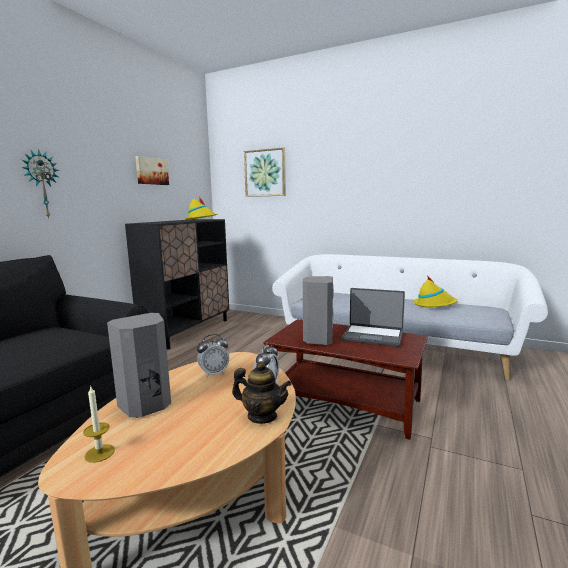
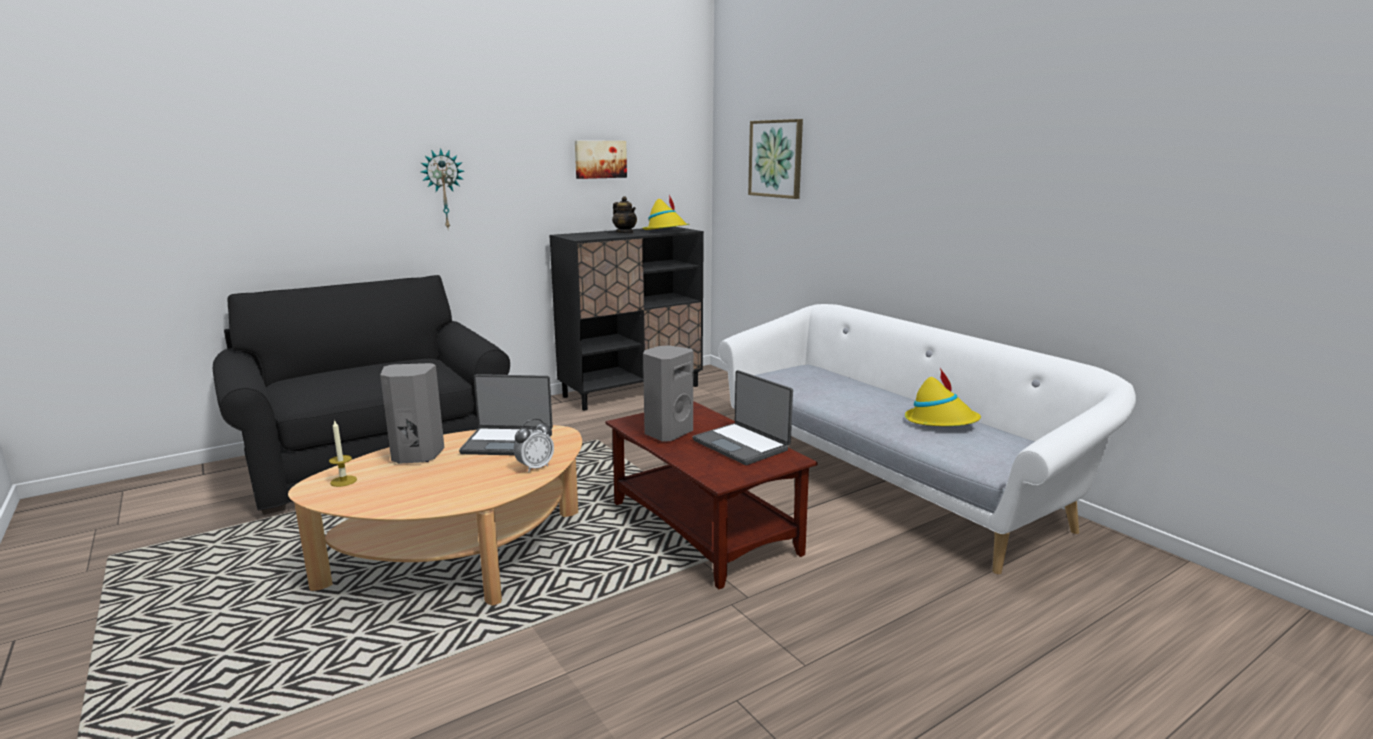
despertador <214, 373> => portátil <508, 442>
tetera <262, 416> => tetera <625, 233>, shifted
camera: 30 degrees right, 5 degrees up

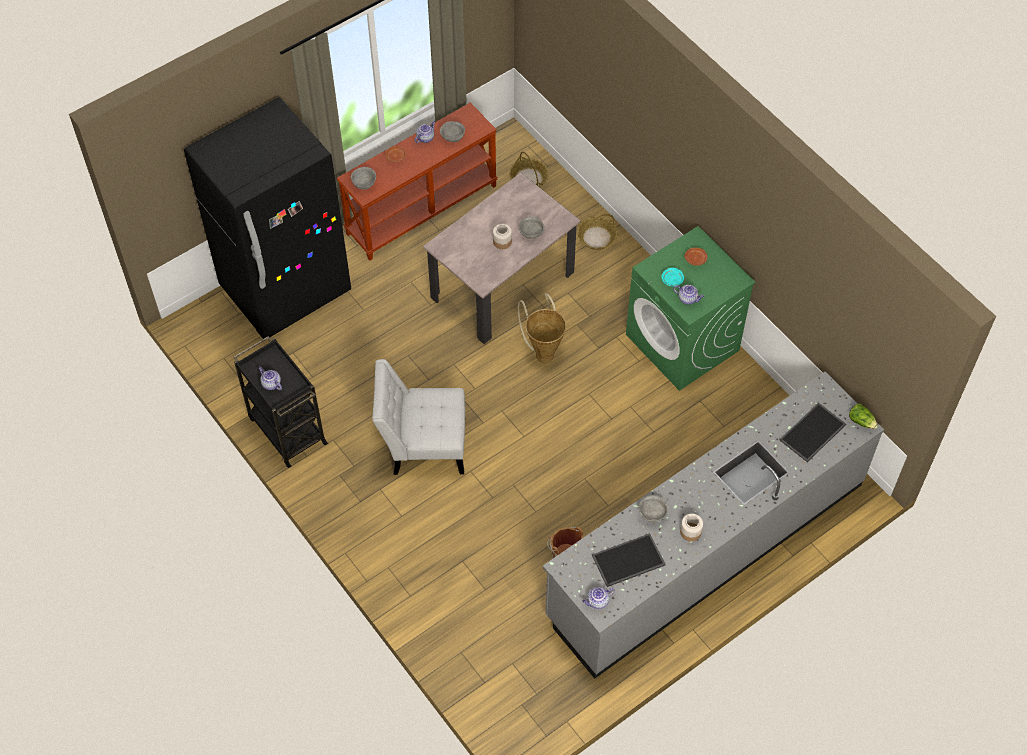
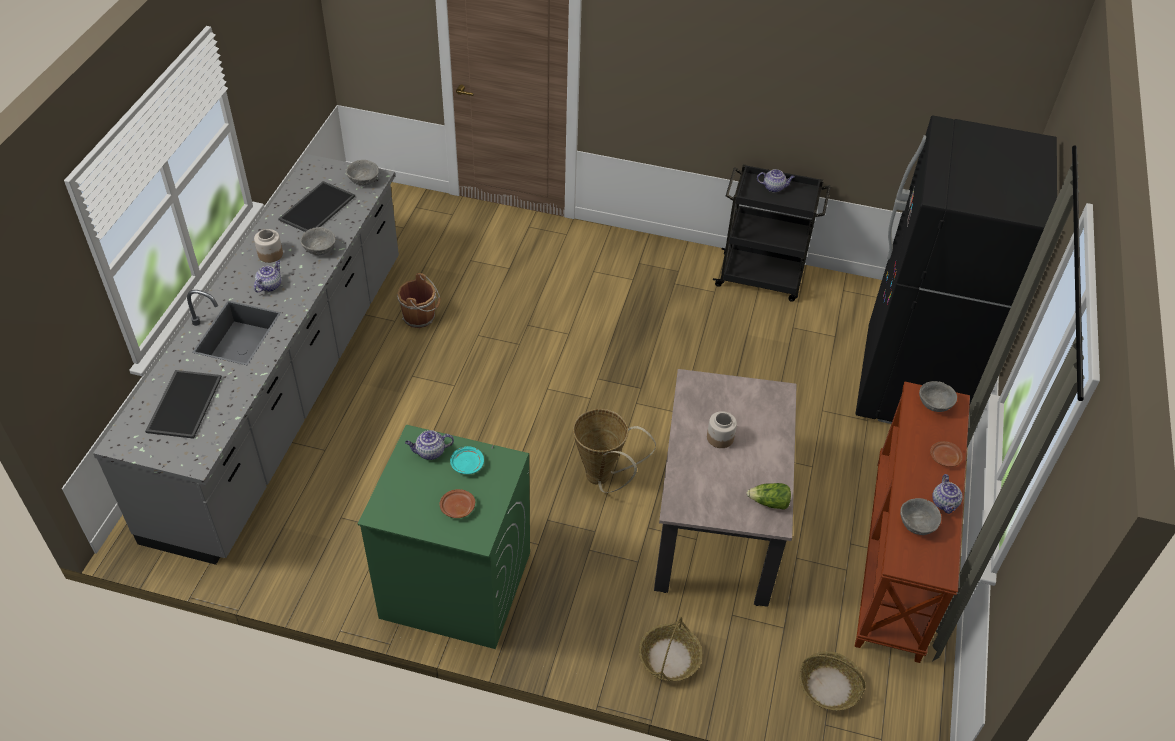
tetera <597, 601> => tetera <269, 285>, shifted
cuenco [gris] <531, 233> => cuenco [gris] <364, 181>, shifted
lechuga <861, 421> => lechuga <769, 503>, shifted
silla [blanco] <423, 444> => nothing
camera: 140 degrees right, 10 degrees down

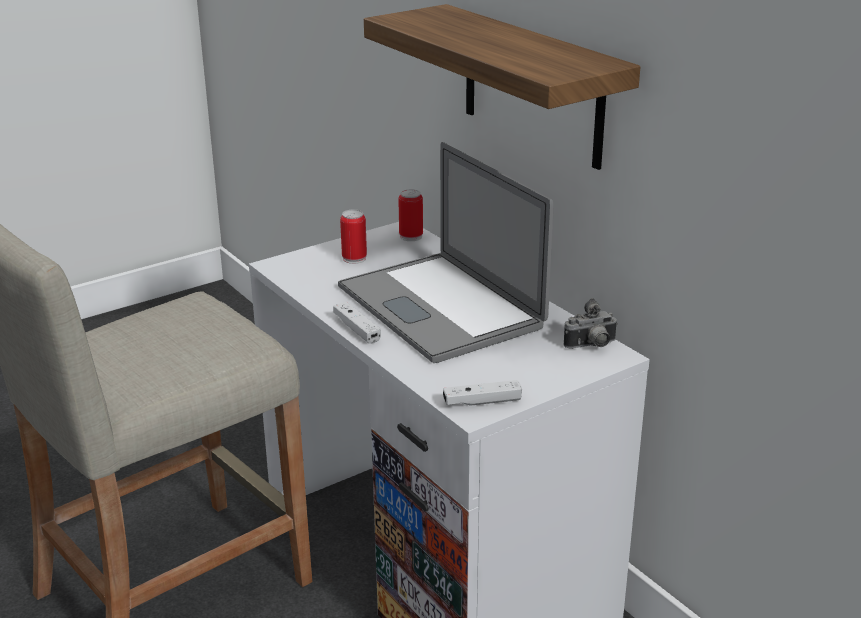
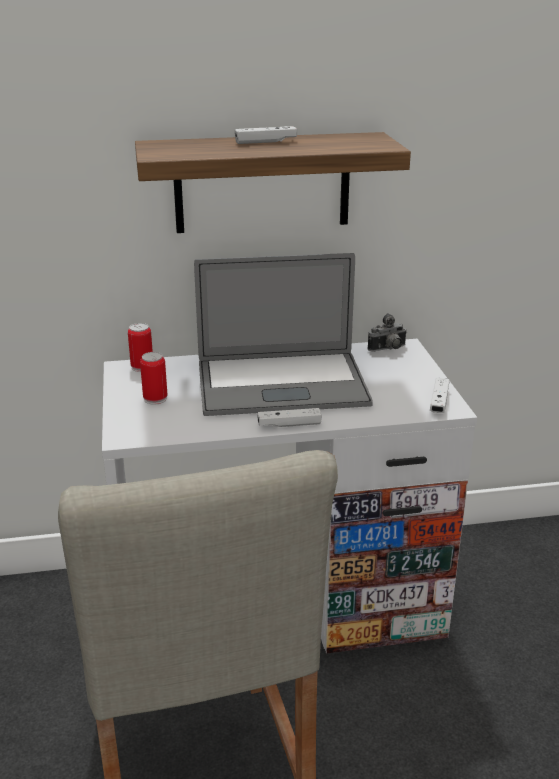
nothing => mando de consola [blanco] <266, 142>
cámara <591, 346> => cámara <388, 349>, 60 degrees clockwise
camera: 65 degrees left, 0 degrees up

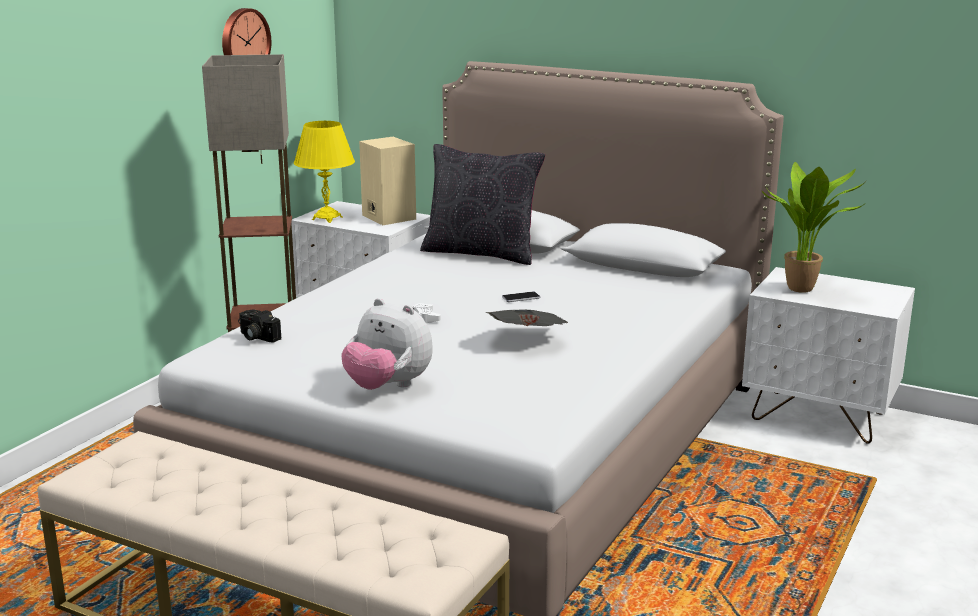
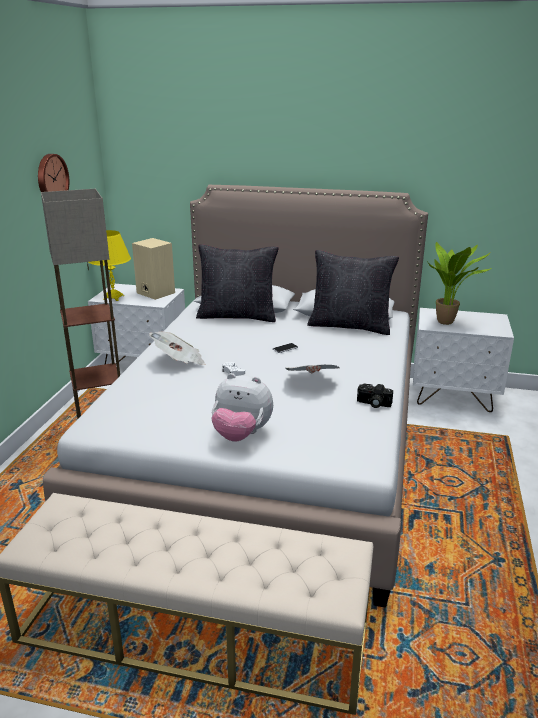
nothing => periódico <179, 361>
nothing => cojín [negro] <350, 326>
cámara <256, 337> => cámara <373, 404>, shifted
camera: 15 degrees left, 5 degrees up

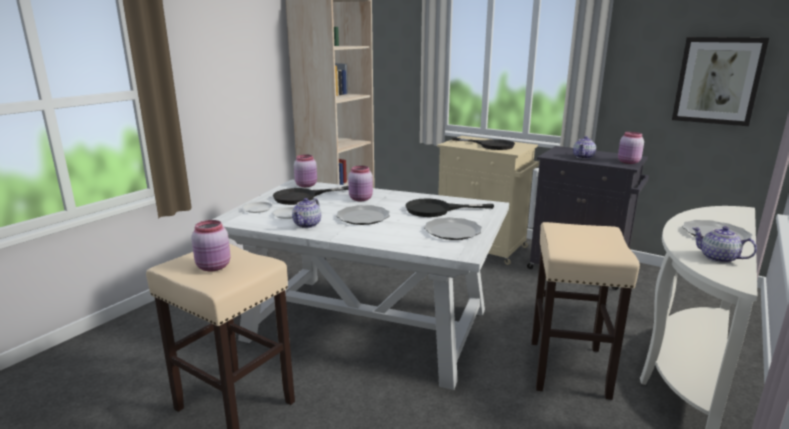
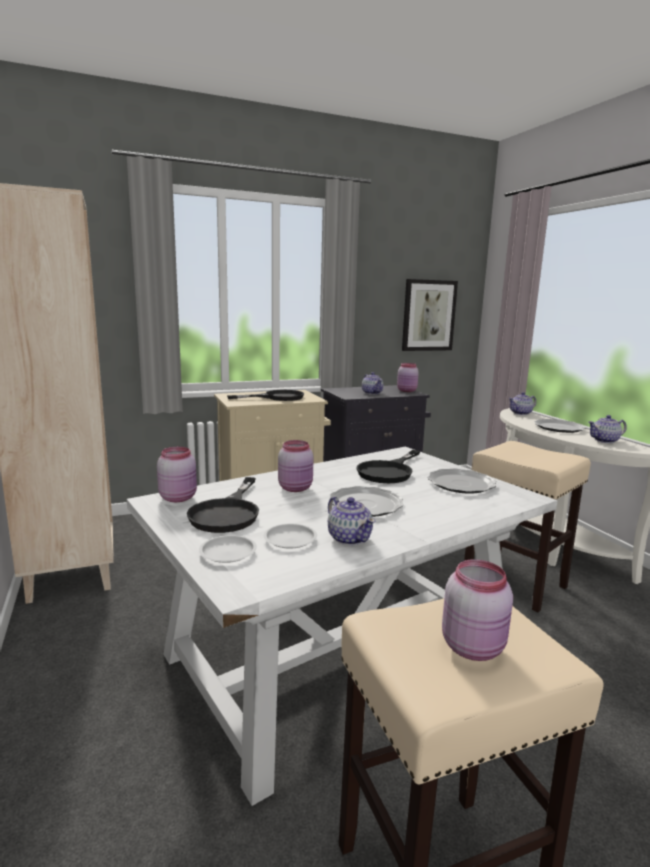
nothing => tetera <521, 413>
camera: 55 degrees left, 5 degrees down

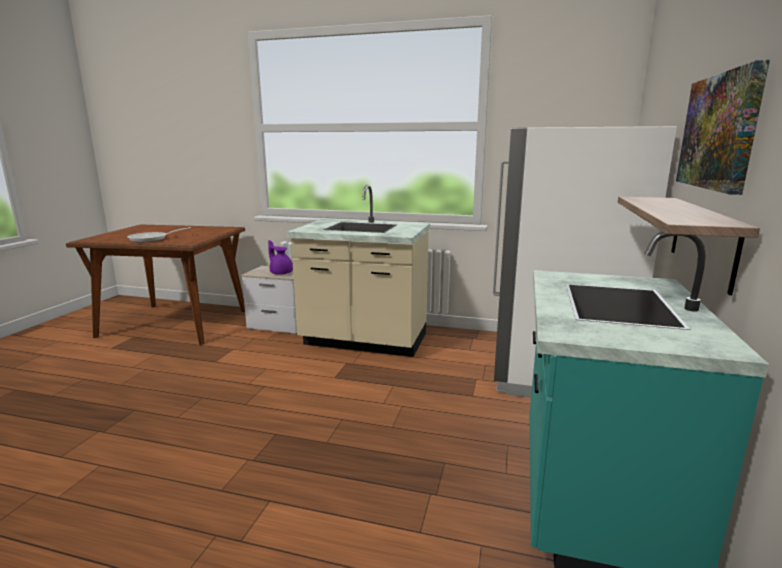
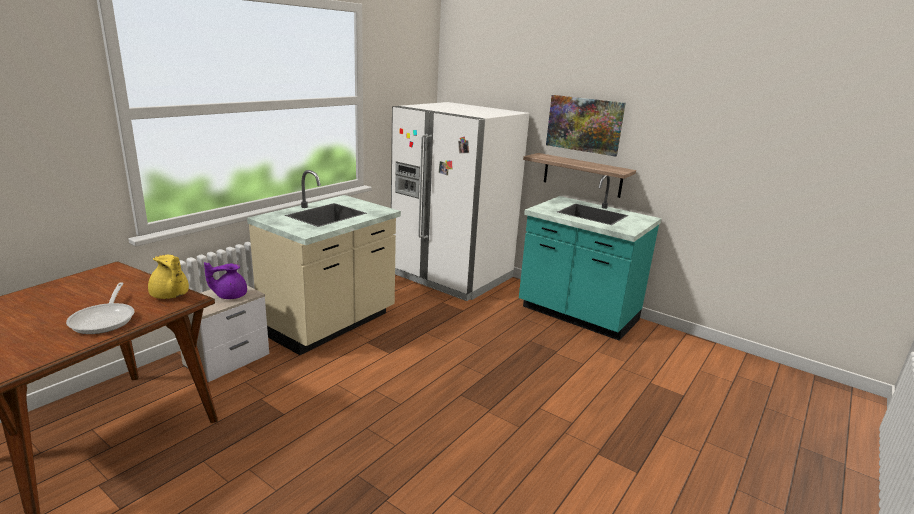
nothing => tetera [amarillo] <170, 296>
camera: 70 degrees left, 5 degrees up

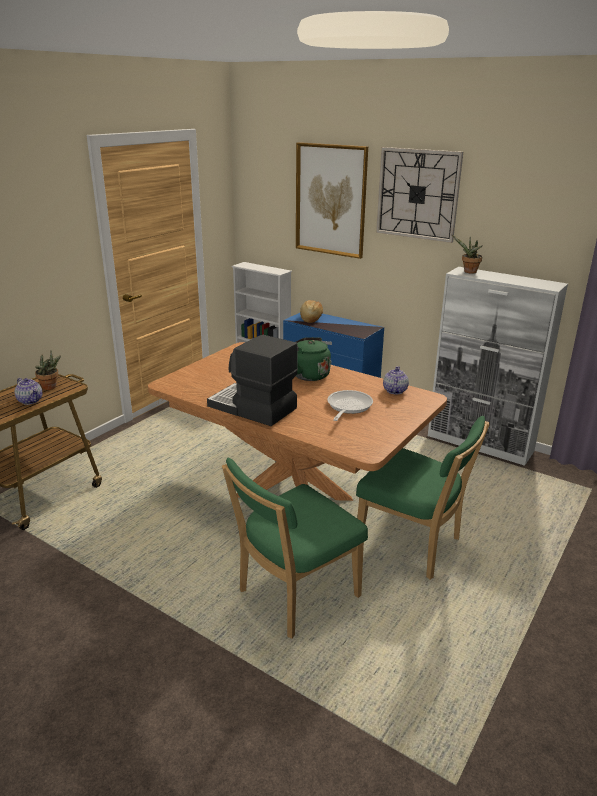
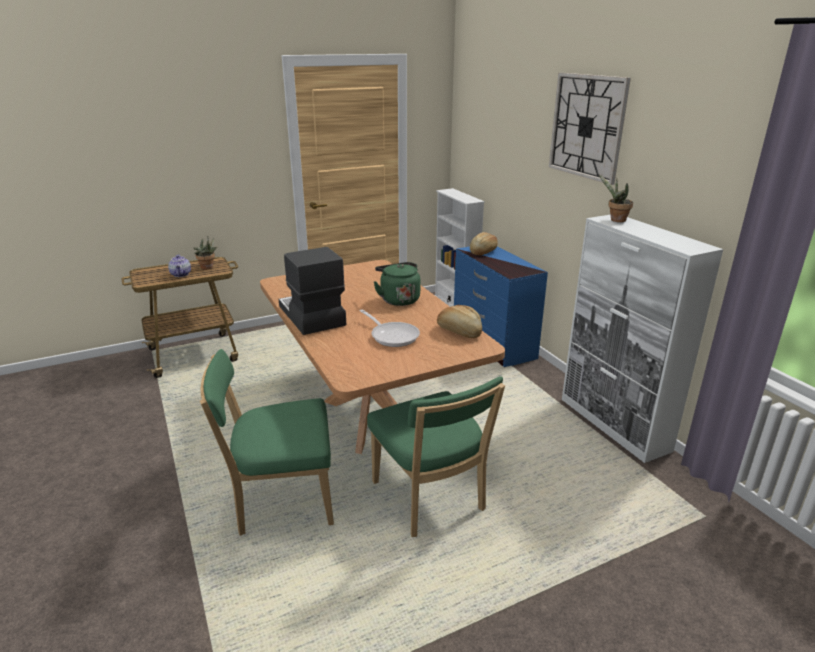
sartén <348, 407> => sartén <392, 335>, 90 degrees clockwise
tetera <394, 390> => pan <459, 332>
cuadro <330, 200> => nothing
camera: 30 degrees right, 0 degrees up

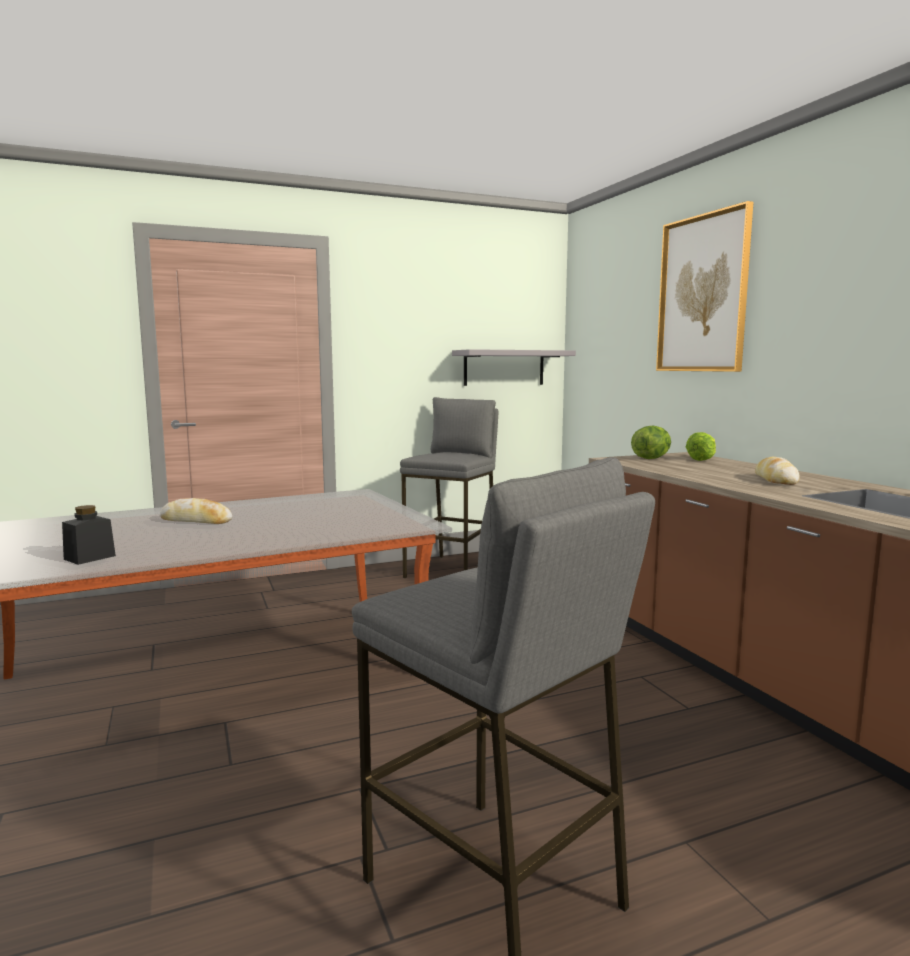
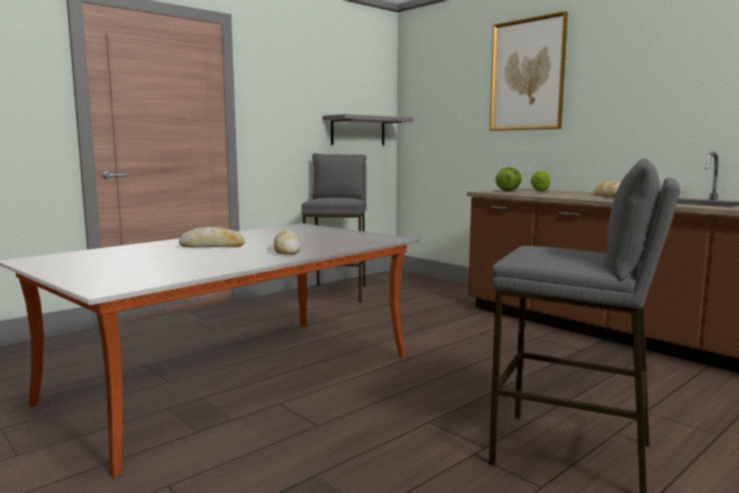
nothing => pan <287, 250>
tarro [negro] <89, 557> => nothing
camera: 20 degrees left, 0 degrees up

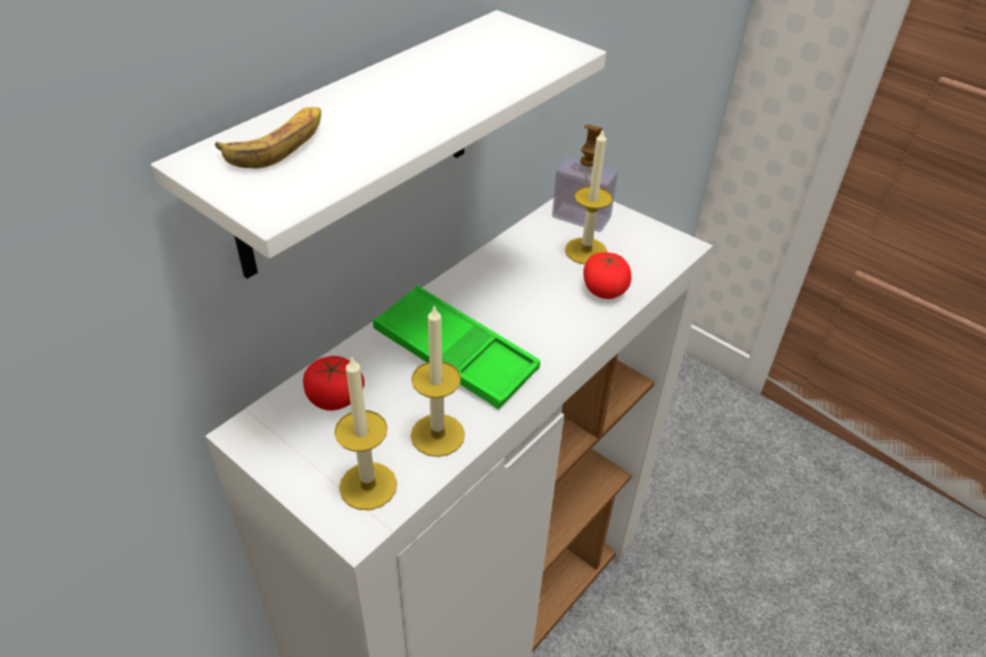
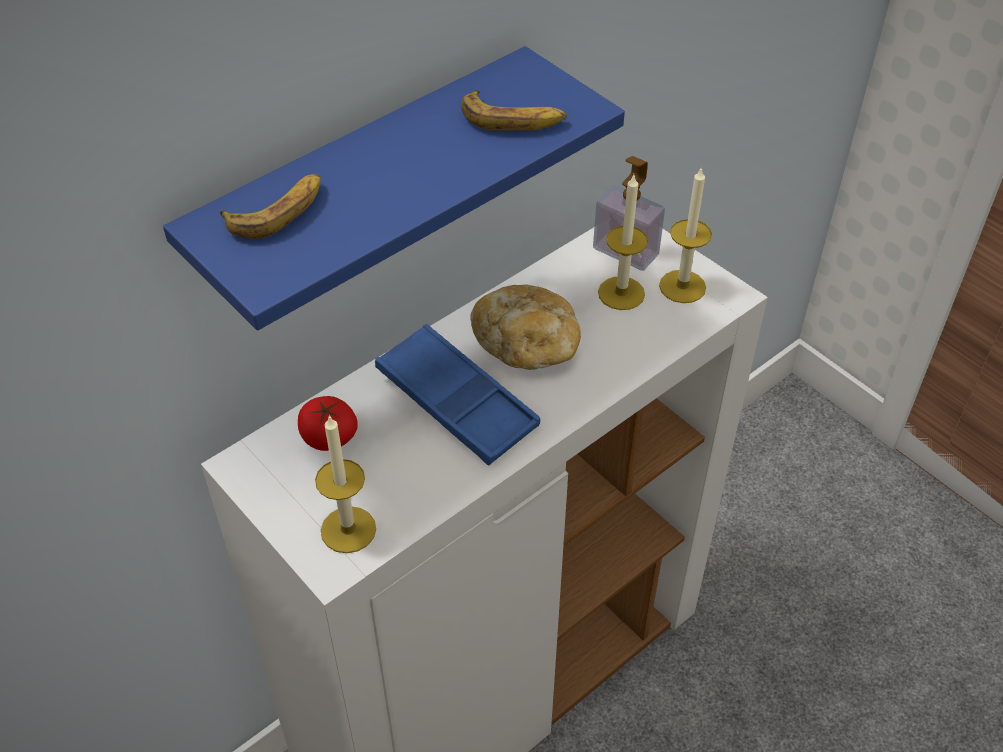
estante [blanco] <357, 145> => estante [azul] <364, 190>
bandeja [verde] <455, 354> => bandeja [azul] <457, 402>
nothing => plátano <513, 120>
nothing => pan <527, 345>
vela <437, 435> => vela <682, 286>, shifted
tomate <604, 289> => nothing
camera: 10 degrees right, 5 degrees up

